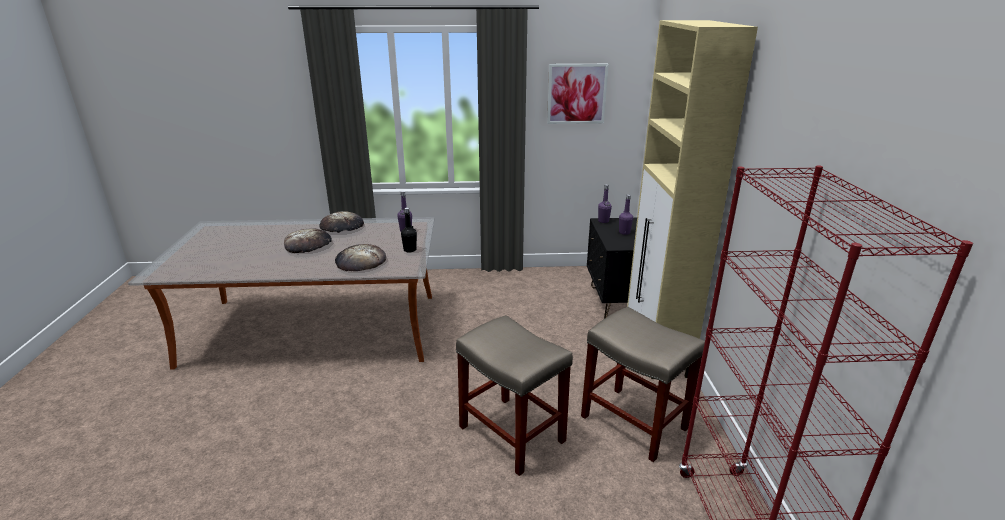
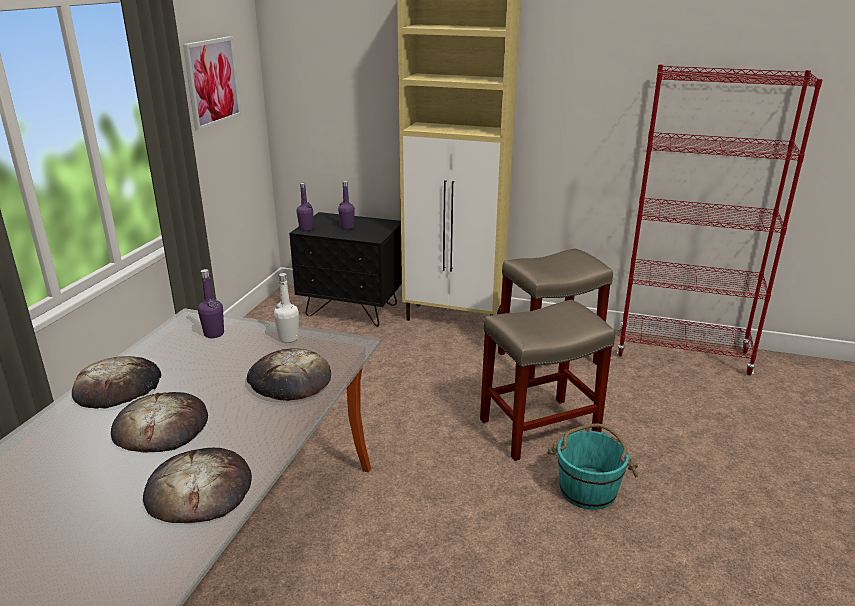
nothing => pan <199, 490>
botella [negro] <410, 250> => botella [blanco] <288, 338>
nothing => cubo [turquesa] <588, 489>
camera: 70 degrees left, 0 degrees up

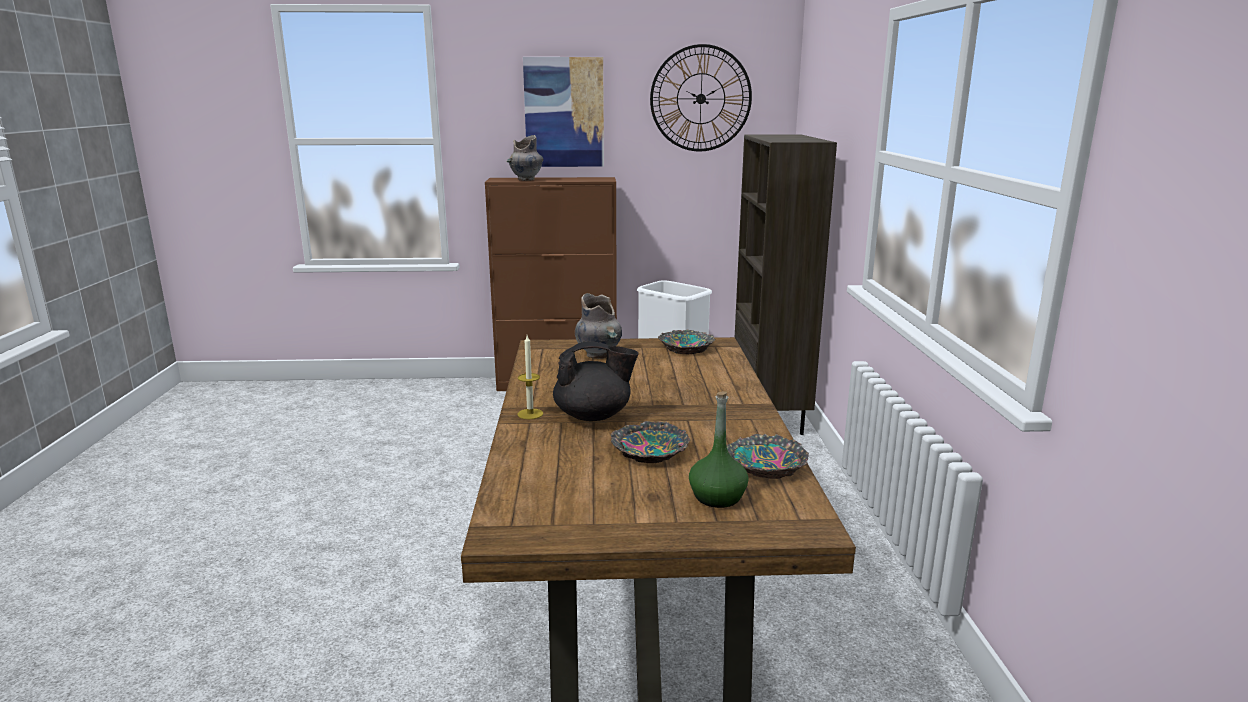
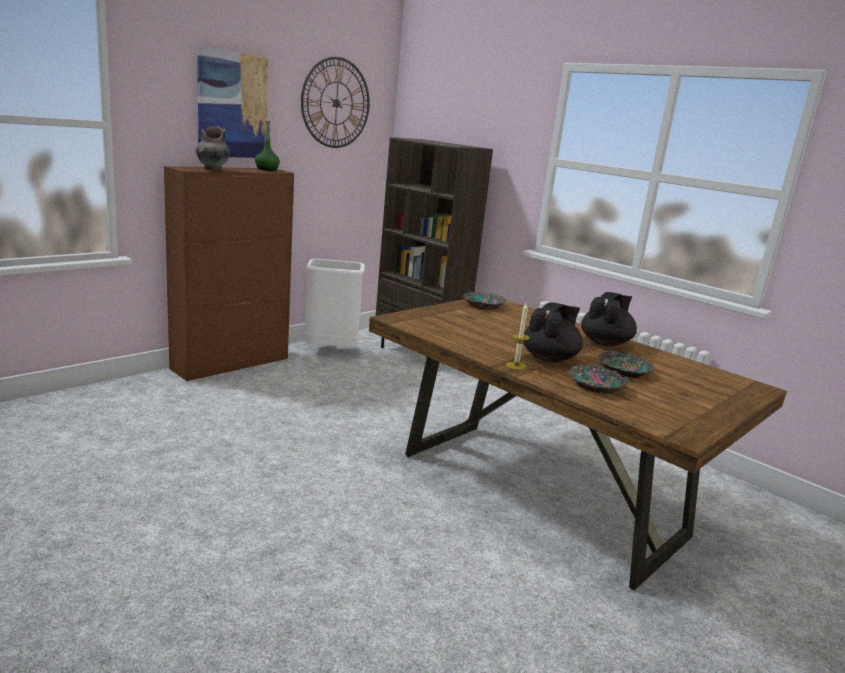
botella [verde] <717, 497> => botella [verde] <267, 169>, shifted
cuenco <765, 465> => cuenco <595, 385>, shifted
nothing => tetera [negro] <605, 343>
florero [gris] <599, 355> => nothing
camera: 45 degrees left, 0 degrees up

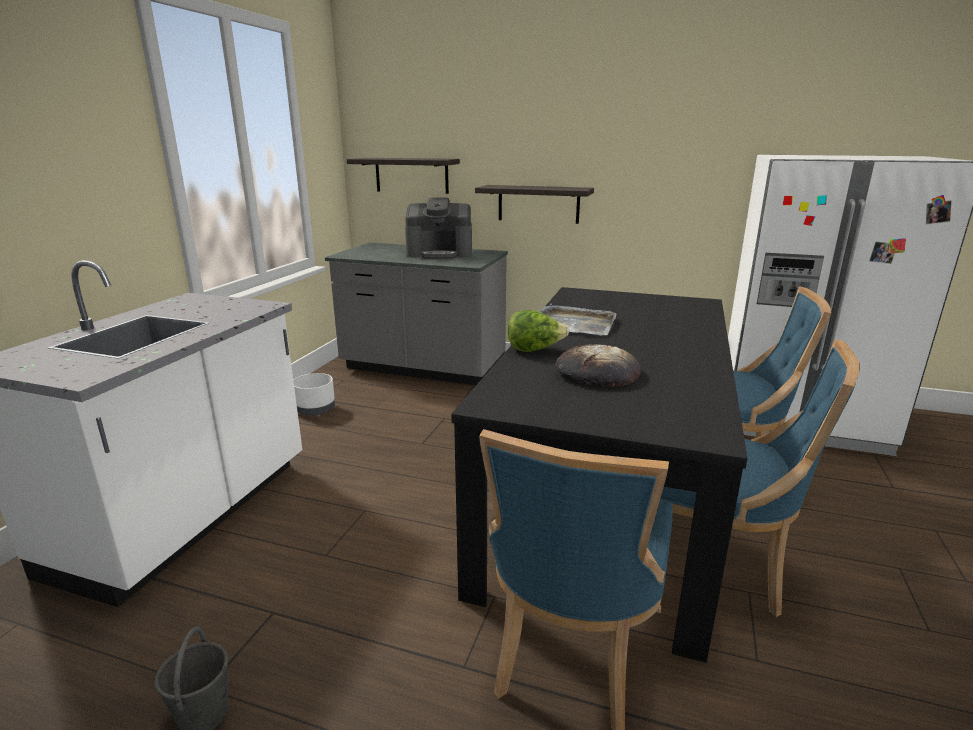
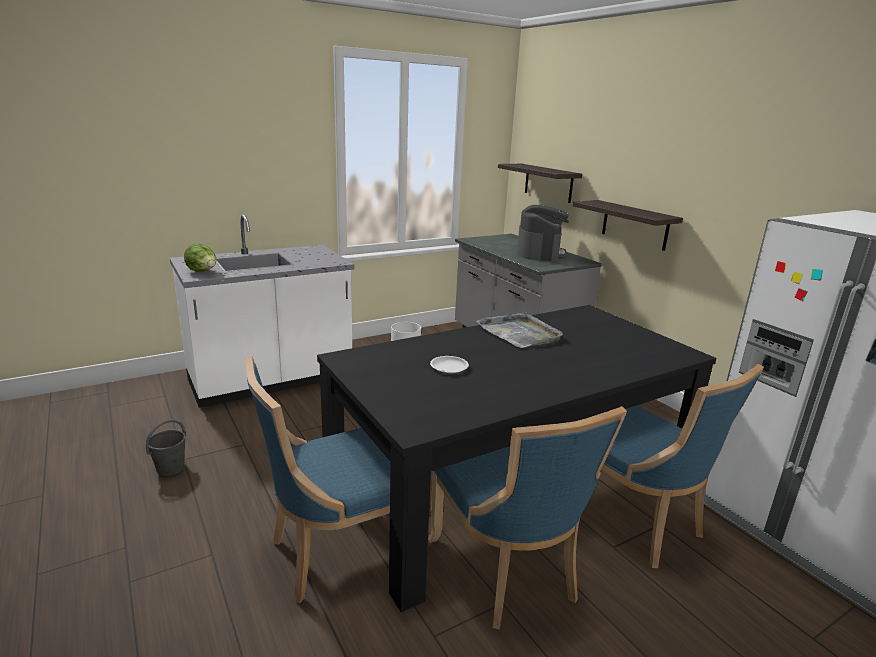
lechuga <534, 350> => lechuga <203, 272>, shifted
pan <596, 372> => plato [blanco] <448, 367>
cafetera <440, 253> => cafetera <540, 253>, 120 degrees counterclockwise
camera: 40 degrees right, 0 degrees up

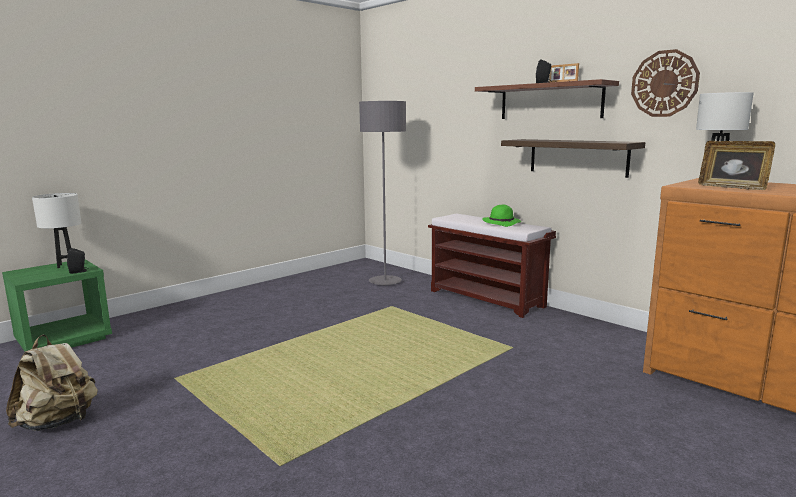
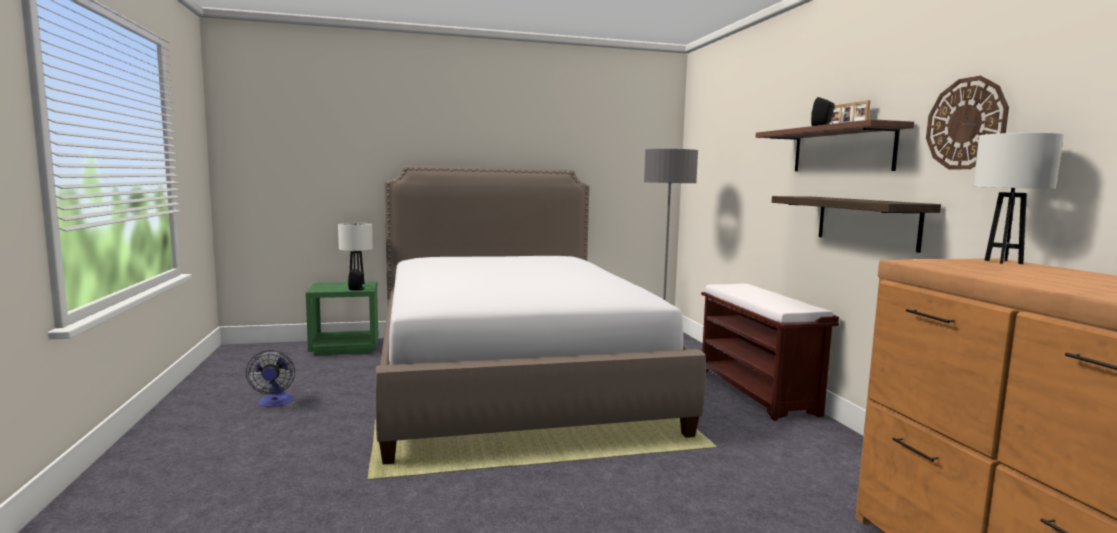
mochila [beis] <58, 422> => ventilador <275, 403>
nothing => cama <511, 377>
sombrero [verde] <502, 223> => nothing
portarretratos <732, 187> => nothing
camera: 30 degrees right, 5 degrees down

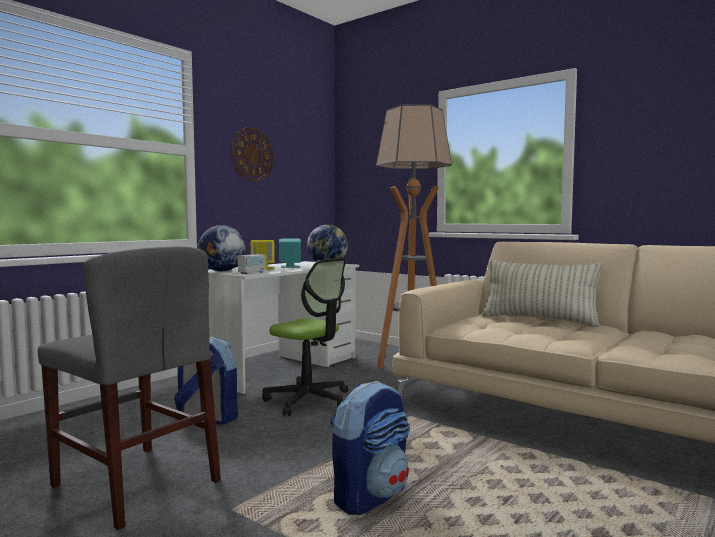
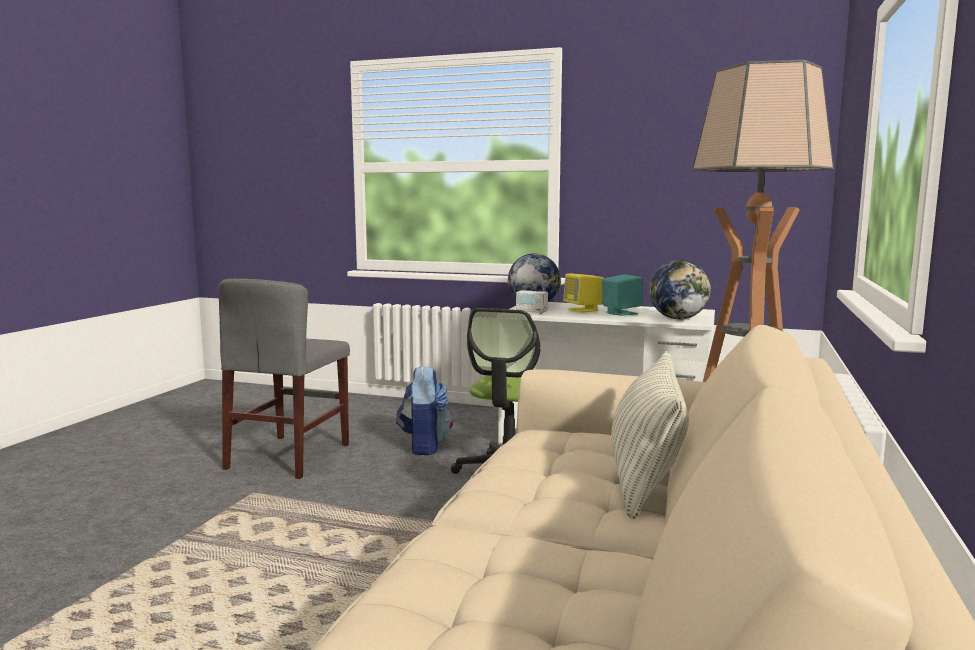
reloj de pared <252, 154> => nothing
mochila <370, 496> => nothing
camera: 70 degrees right, 5 degrees up

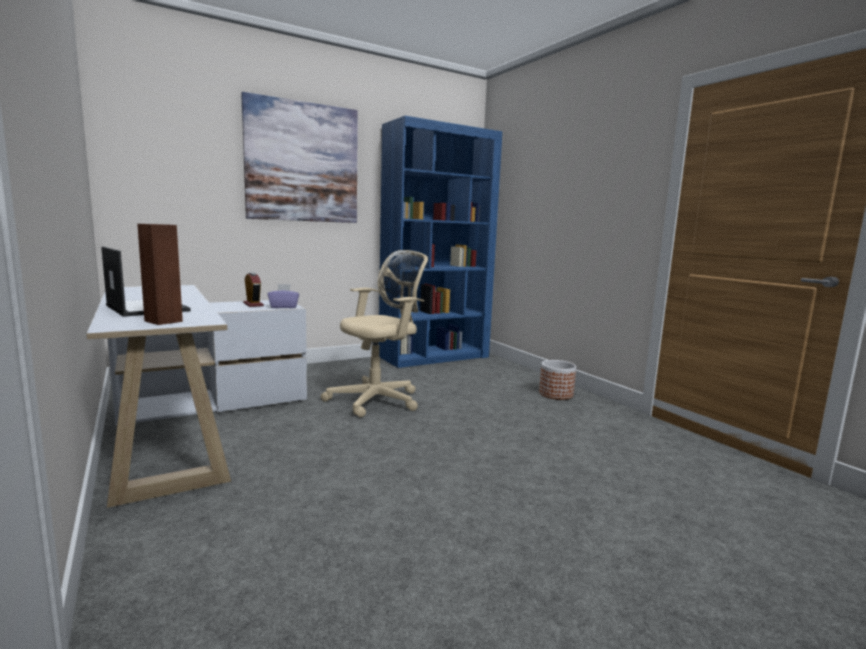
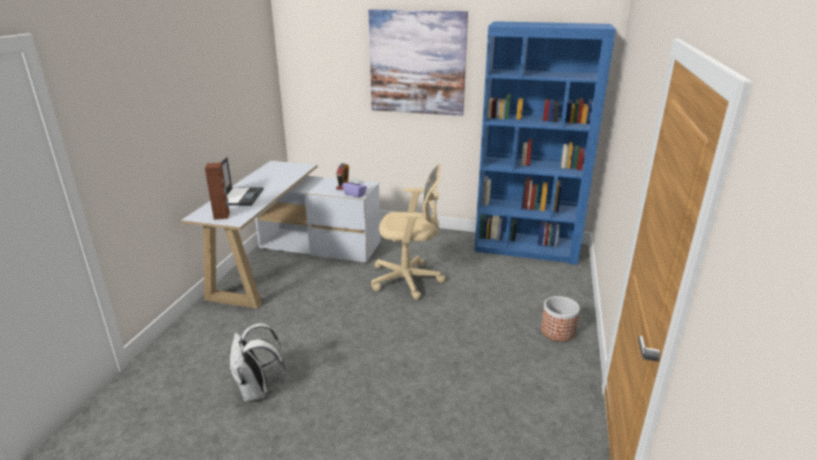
nothing => mochila [blanco] <257, 391>
camera: 45 degrees right, 15 degrees up

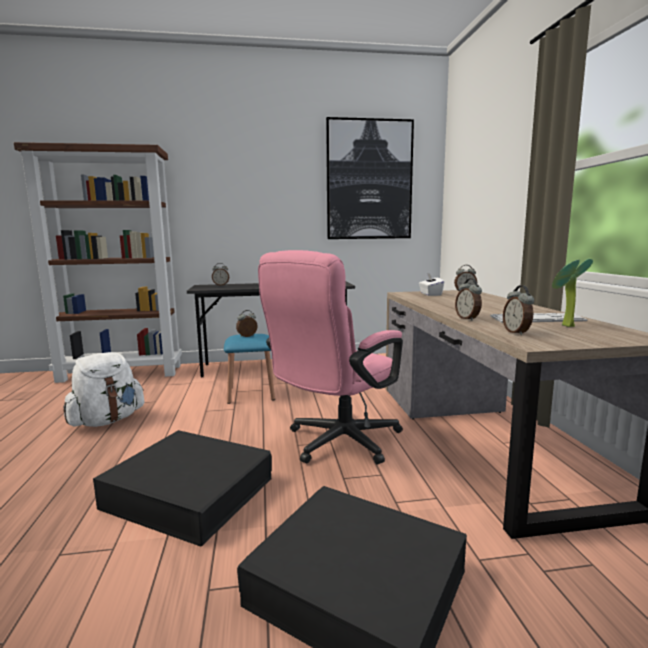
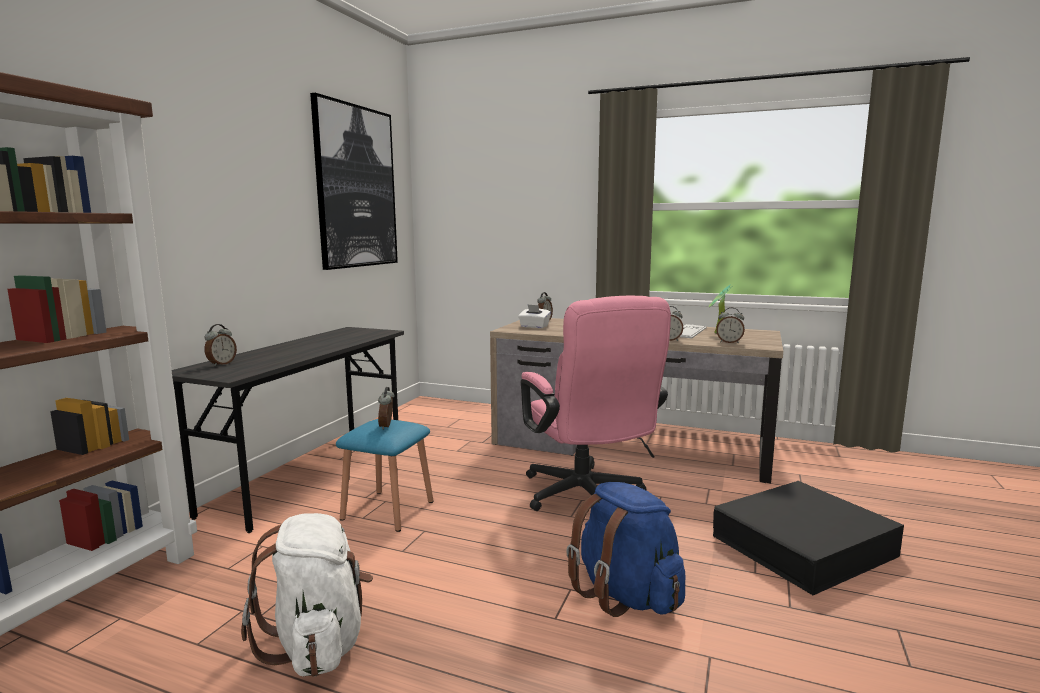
caja de almacenaje [negro] <189, 493> => mochila [azul] <625, 595>
camera: 60 degrees left, 0 degrees up

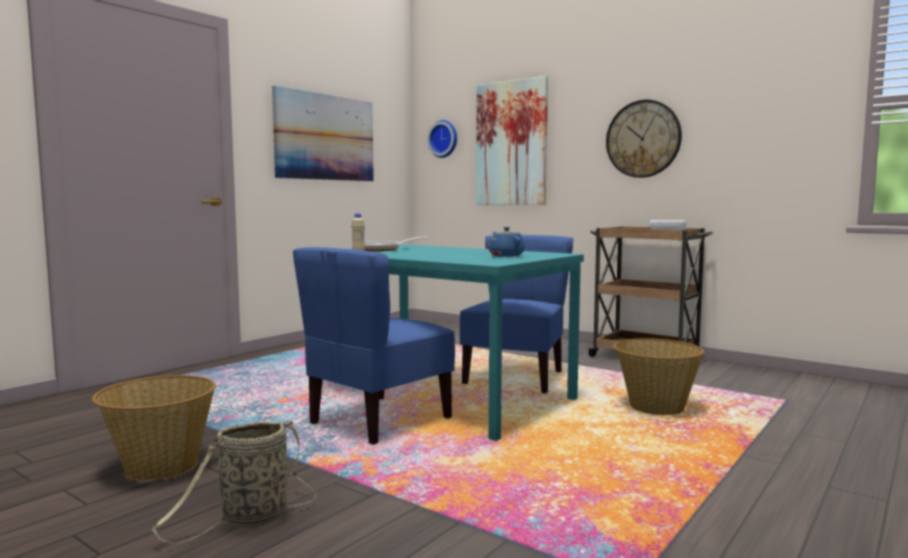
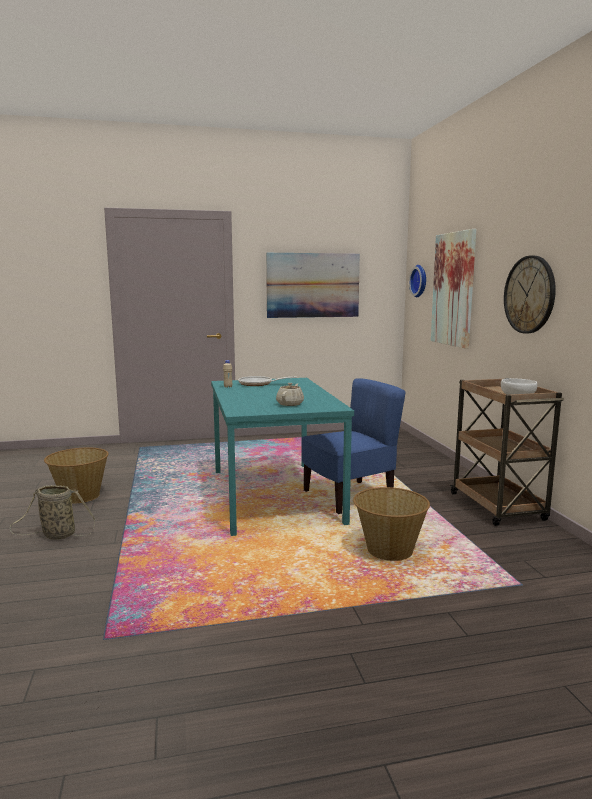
tetera [azul] <505, 255> => tetera [beis] <290, 404>
silla [azul] <378, 421> => nothing
camera: 40 degrees right, 5 degrees up

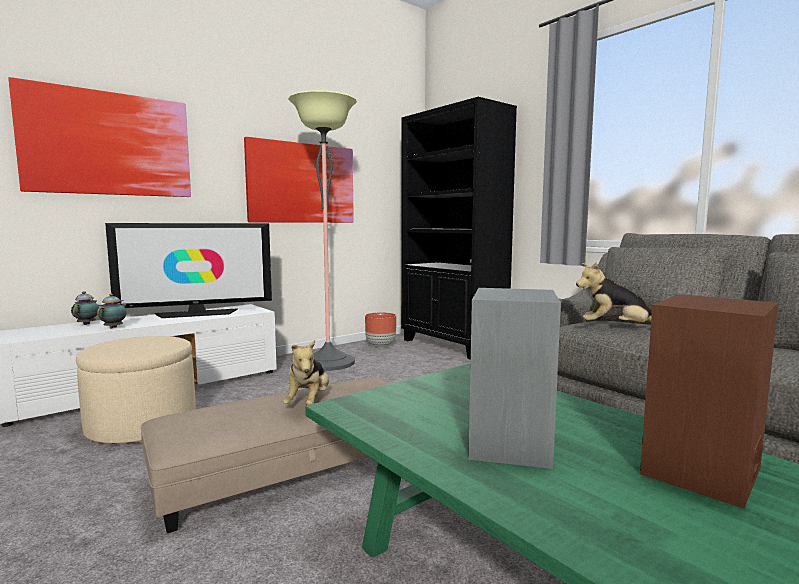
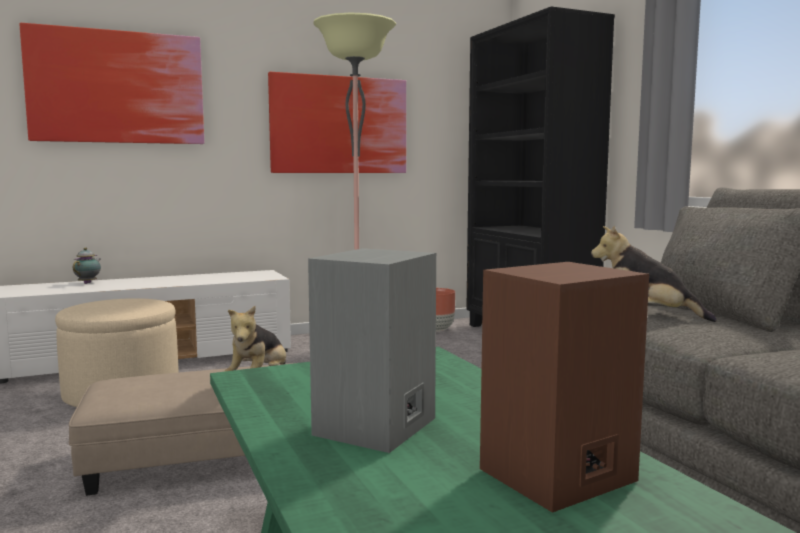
tetera <114, 327> => nothing
televisor <197, 314> => nothing
camera: 15 degrees right, 0 degrees up

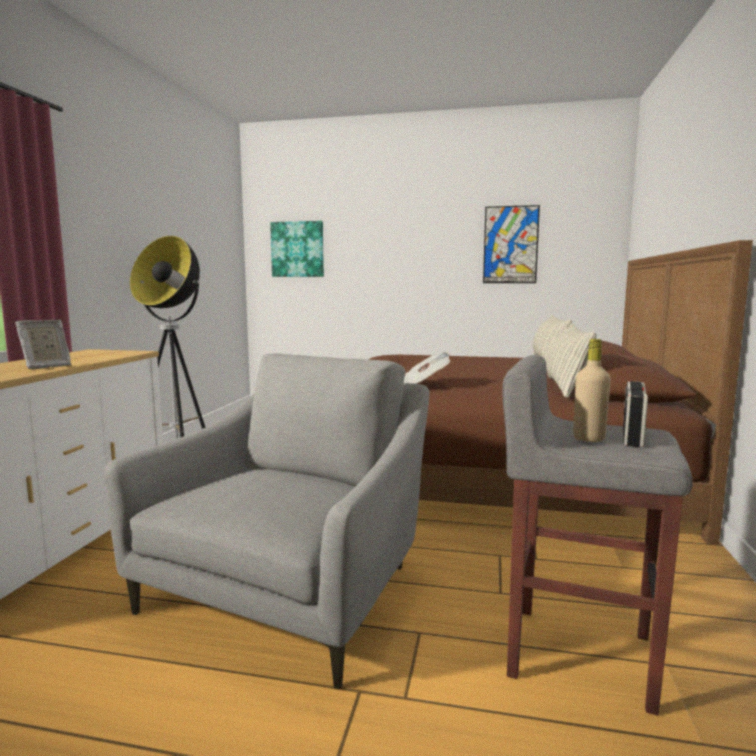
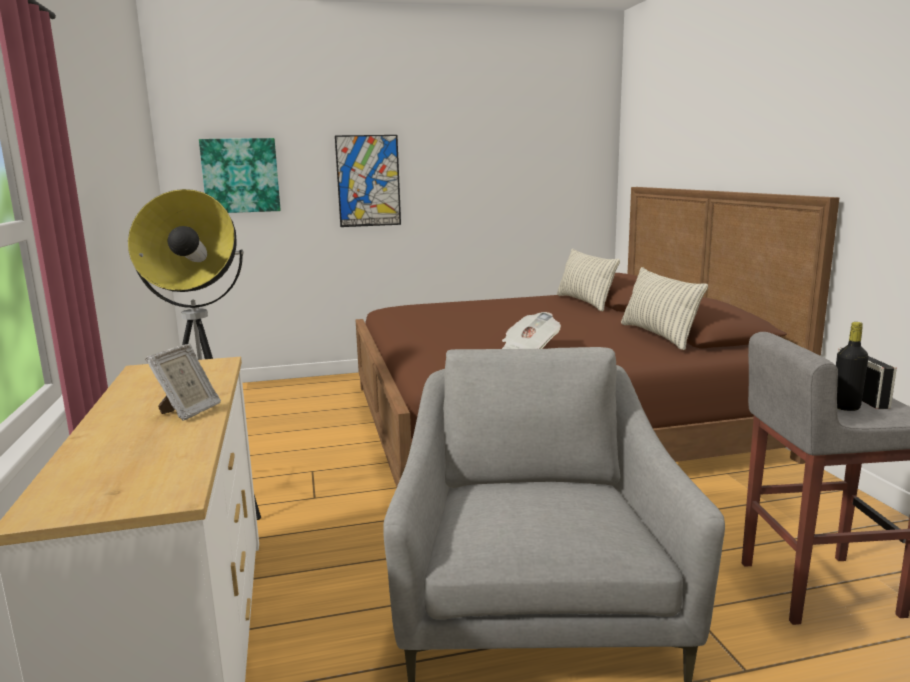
cuadro <510, 245> => cuadro <368, 181>, shifted
botella [beis] <589, 439> => botella [negro] <846, 407>
camera: 25 degrees left, 5 degrees up

